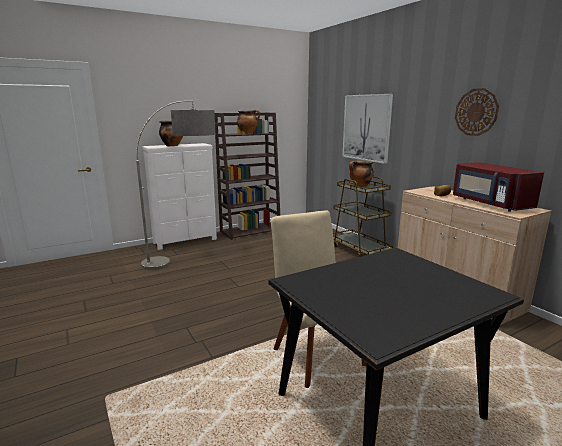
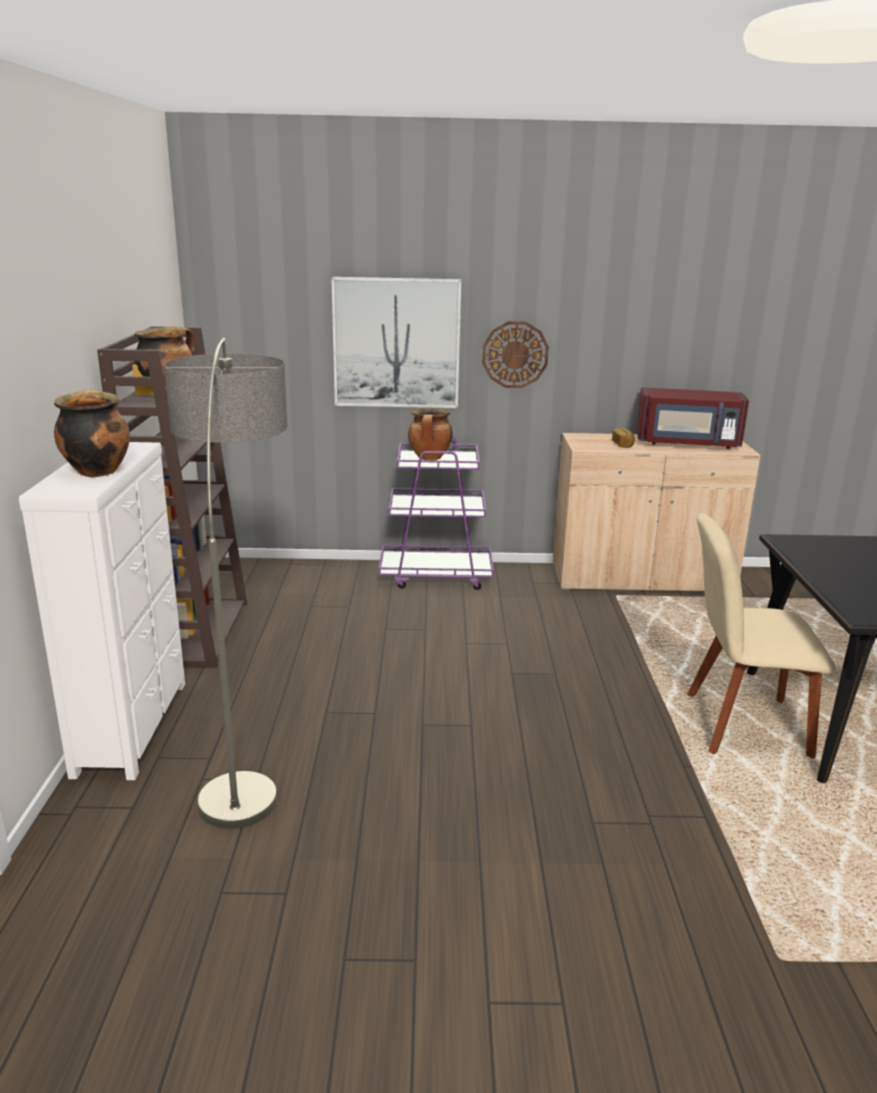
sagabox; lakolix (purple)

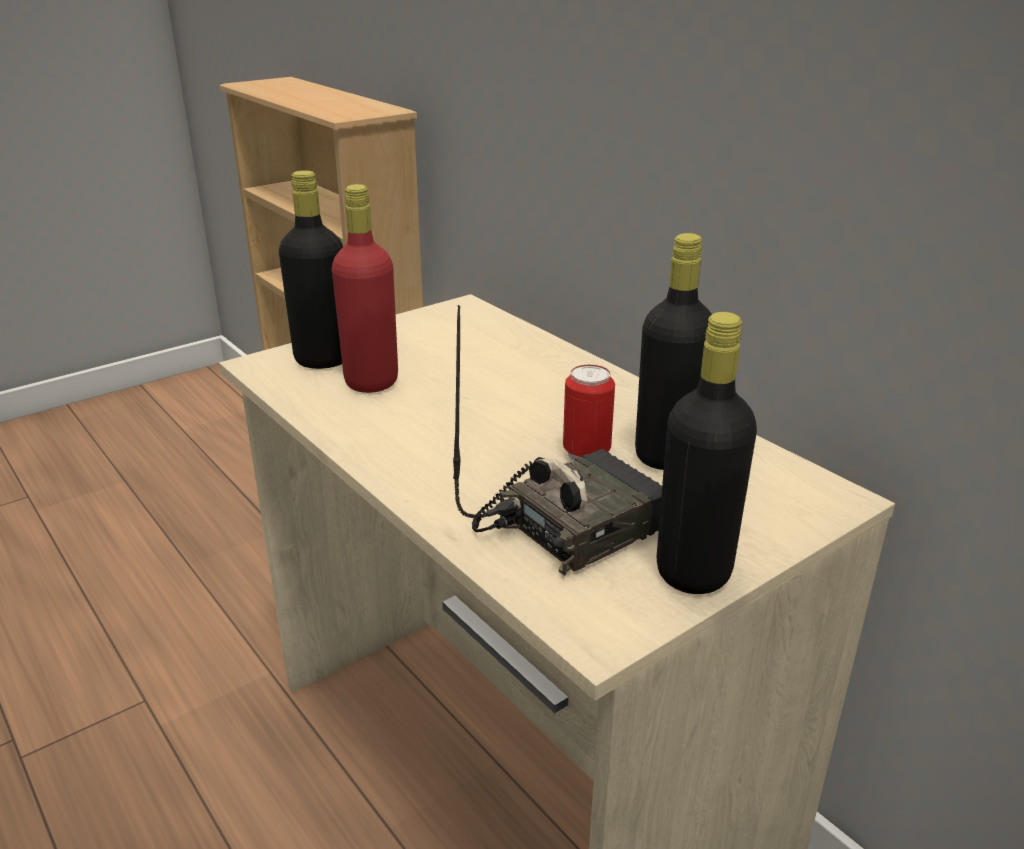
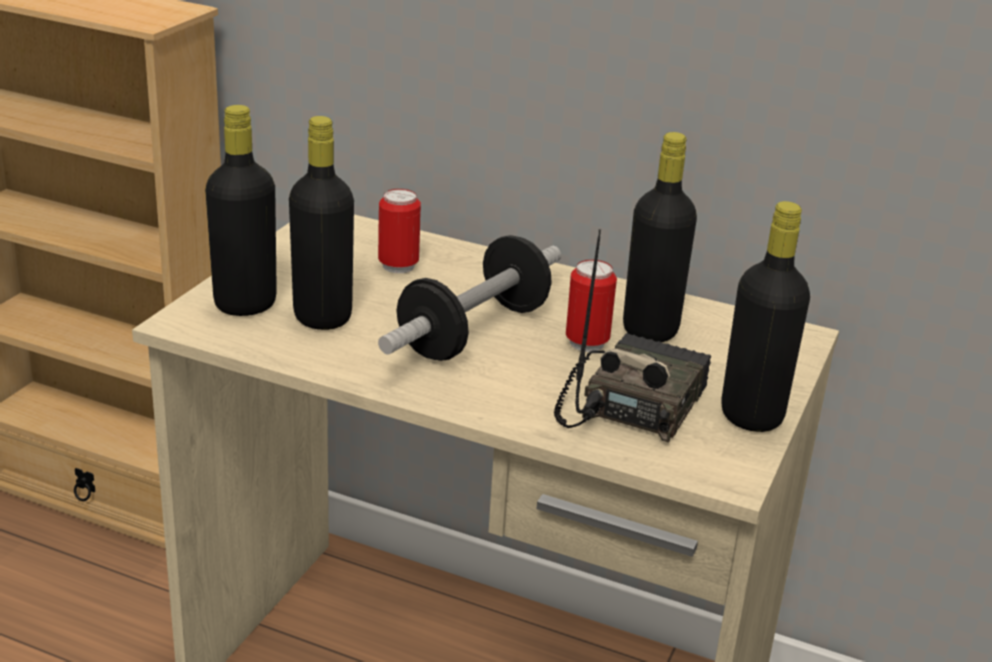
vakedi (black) (2nd from left); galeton (1st from left); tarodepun

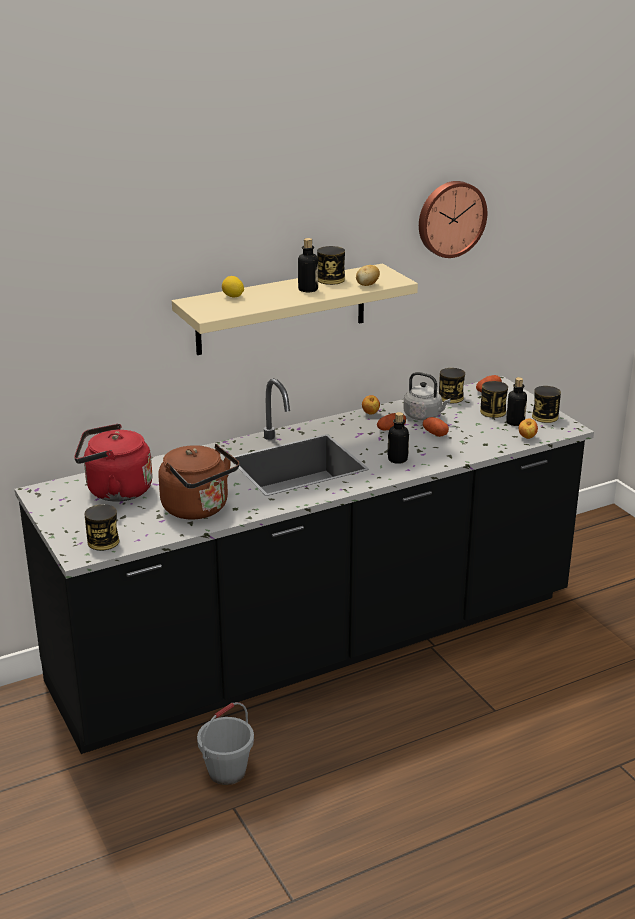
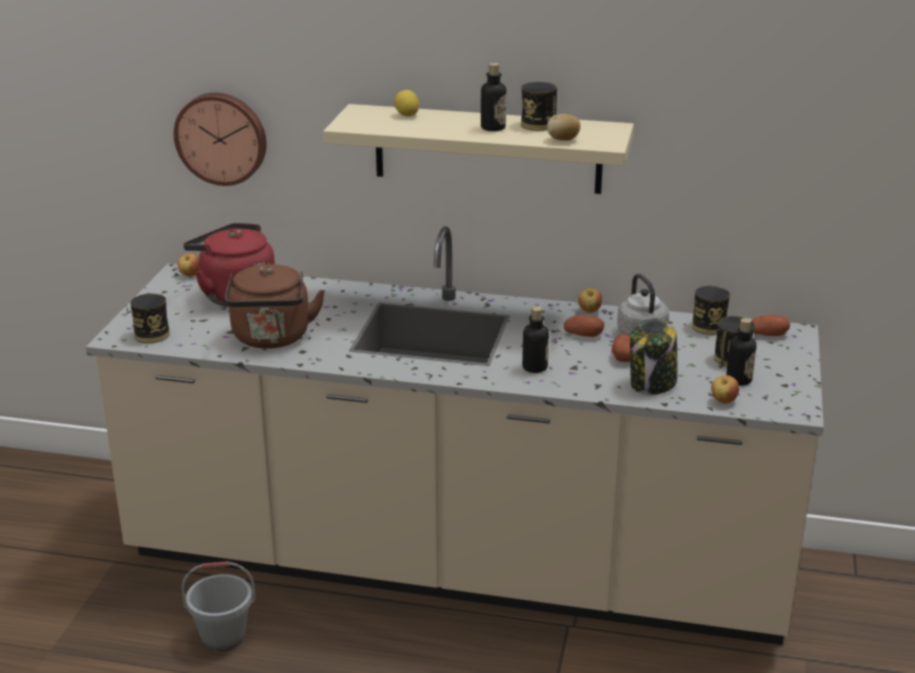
sagabox; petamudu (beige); galeton (5th from left in the first image); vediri (1st from left); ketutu

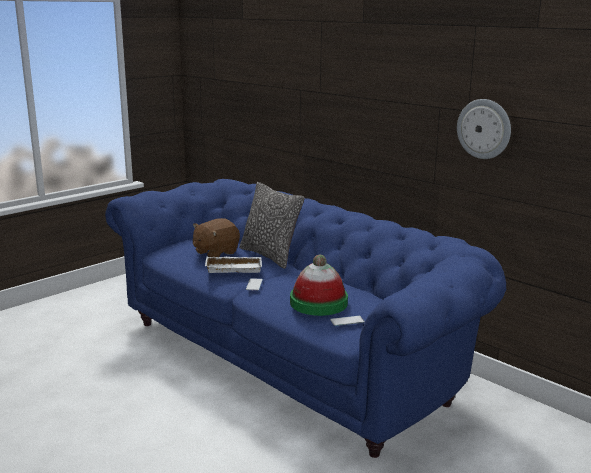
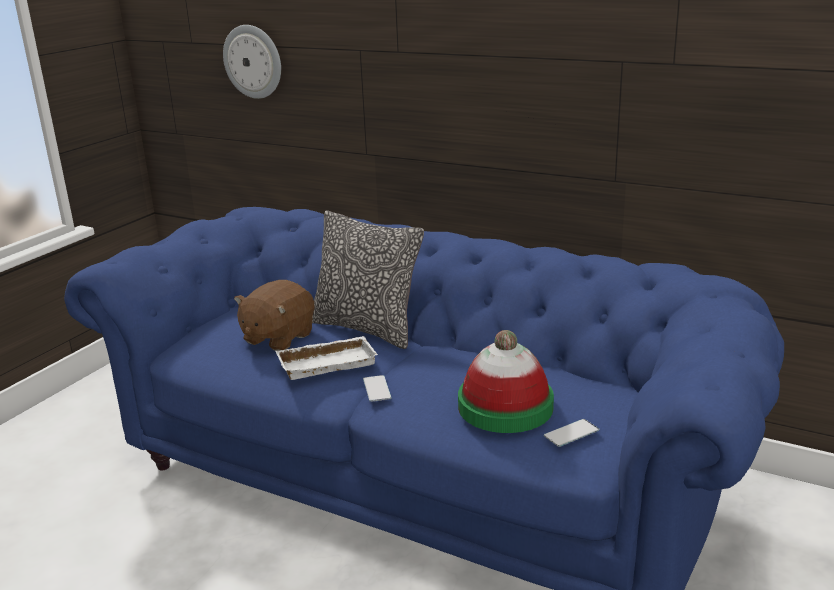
sagabox

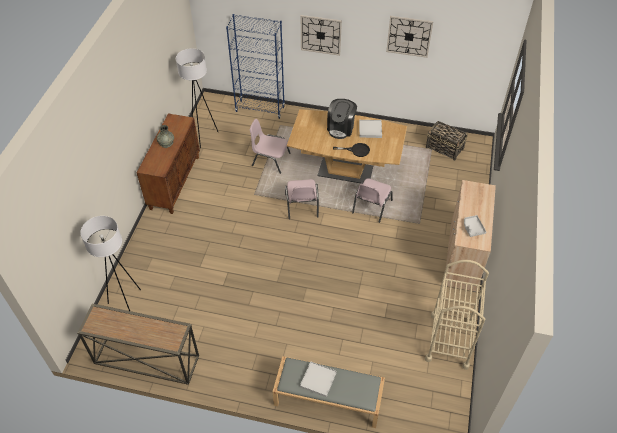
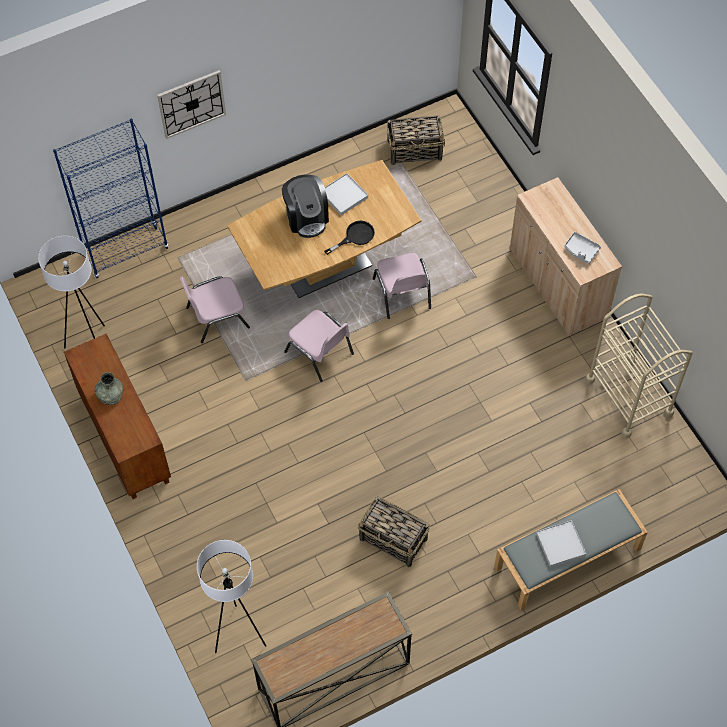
sagabox (2nd from left in the first image); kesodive (1st from left)

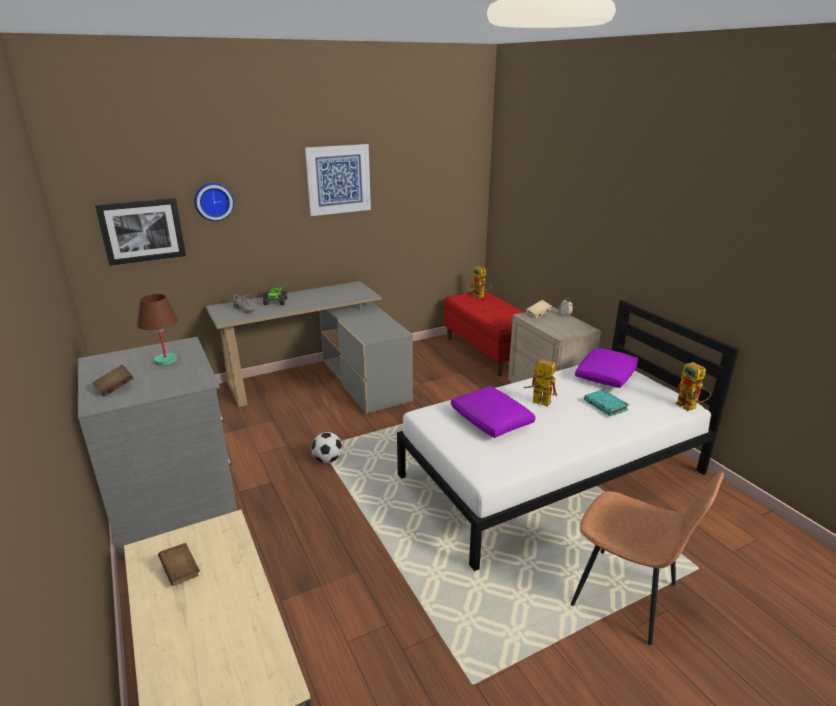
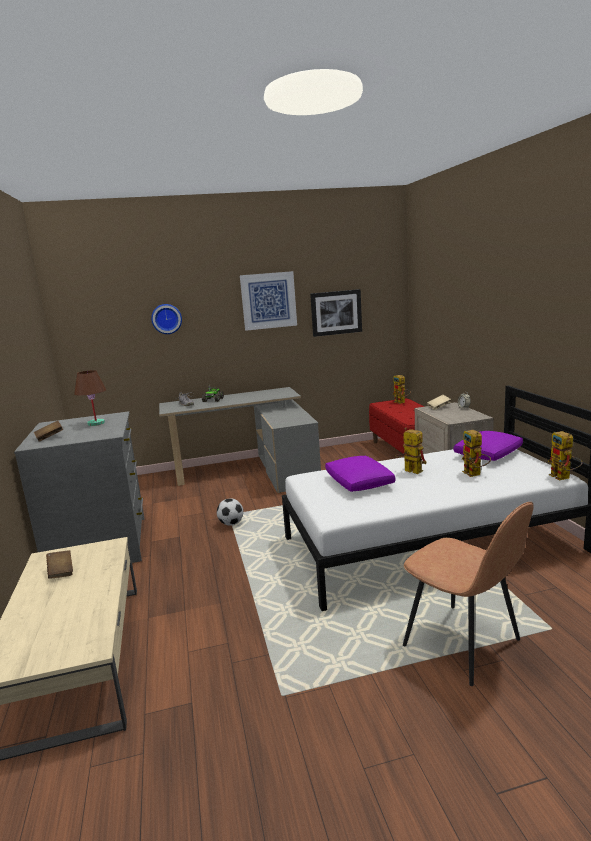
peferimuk (2nd from left); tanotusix (3rd from left)

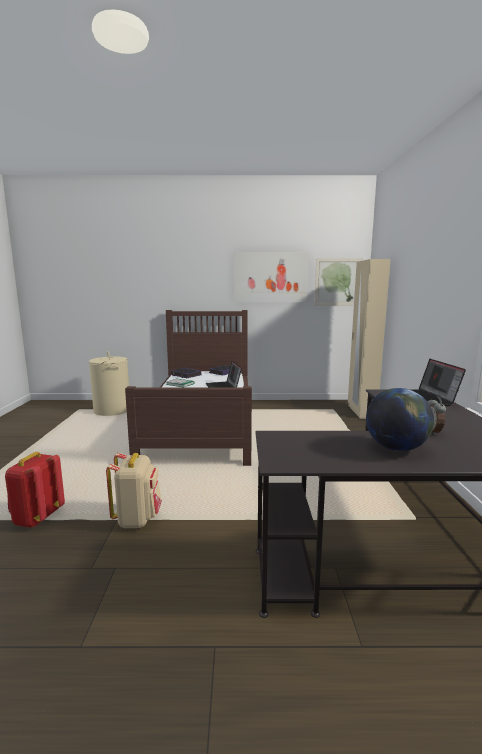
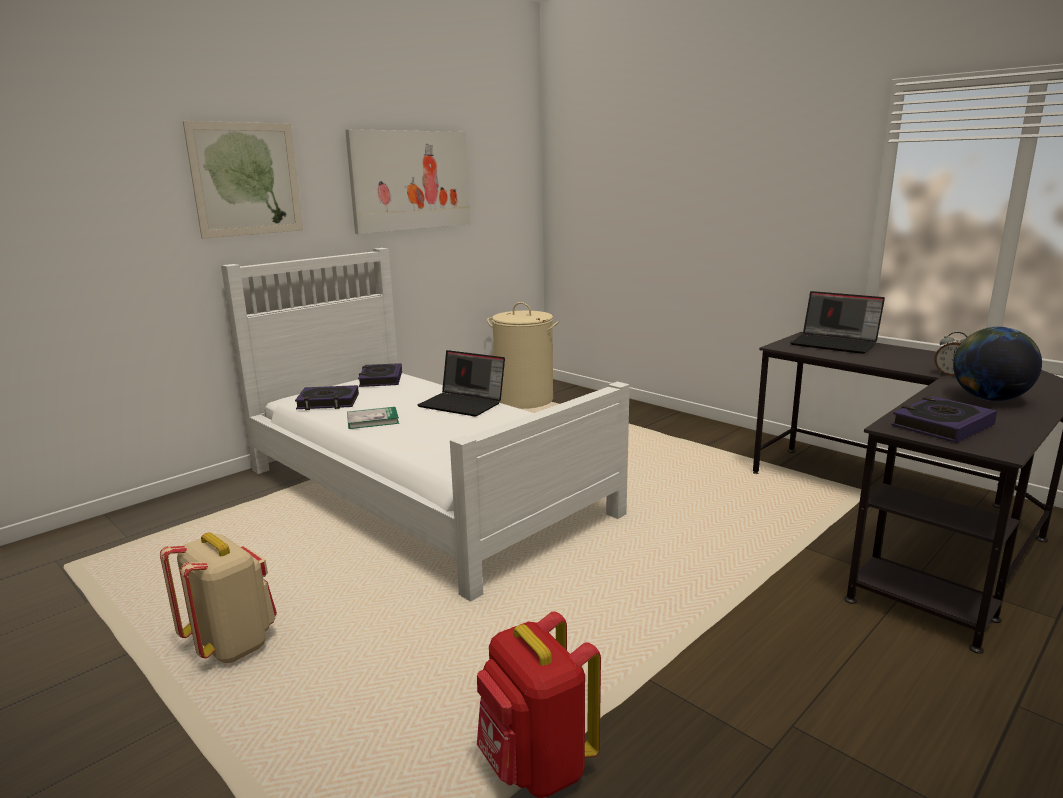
peferimuk (1st from left); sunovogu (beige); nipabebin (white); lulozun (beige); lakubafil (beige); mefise (4th from left)

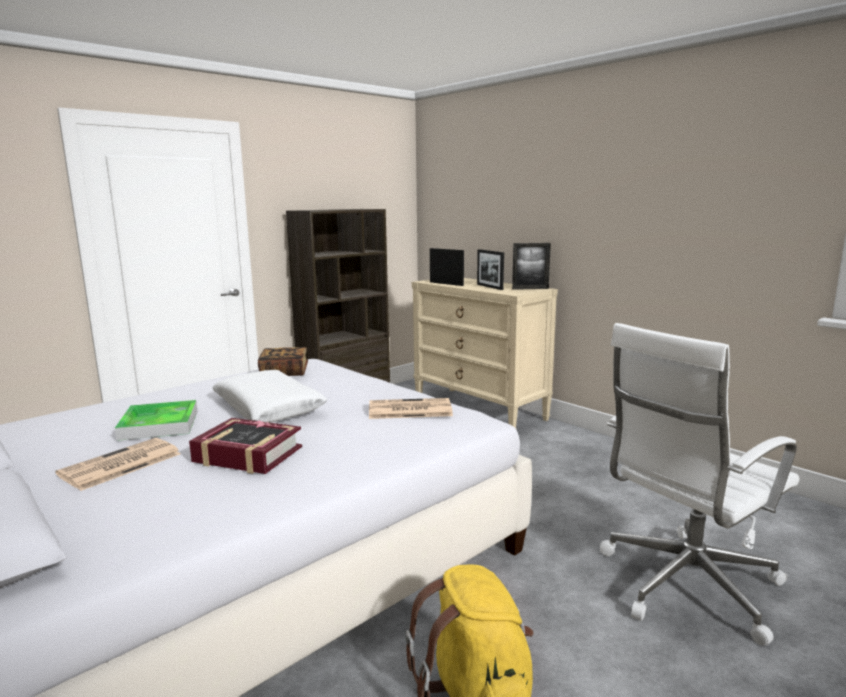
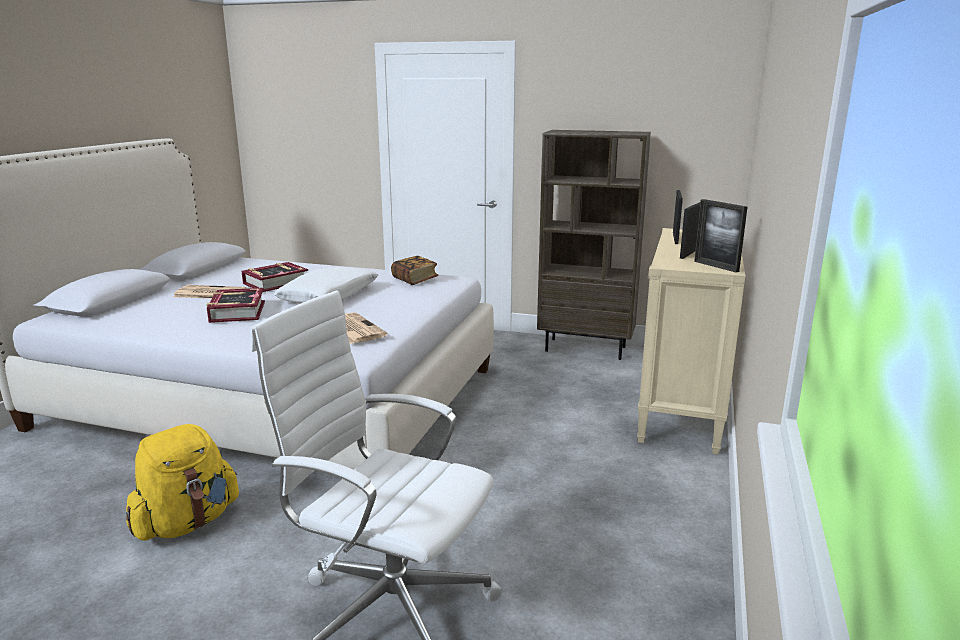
mefise (2nd from left)

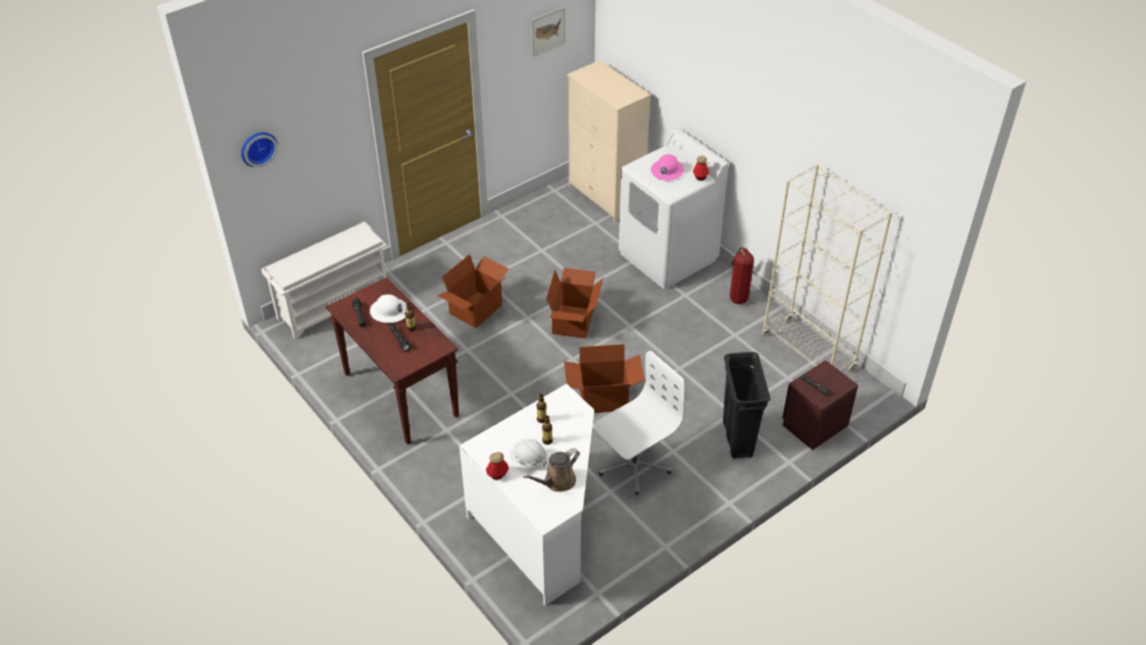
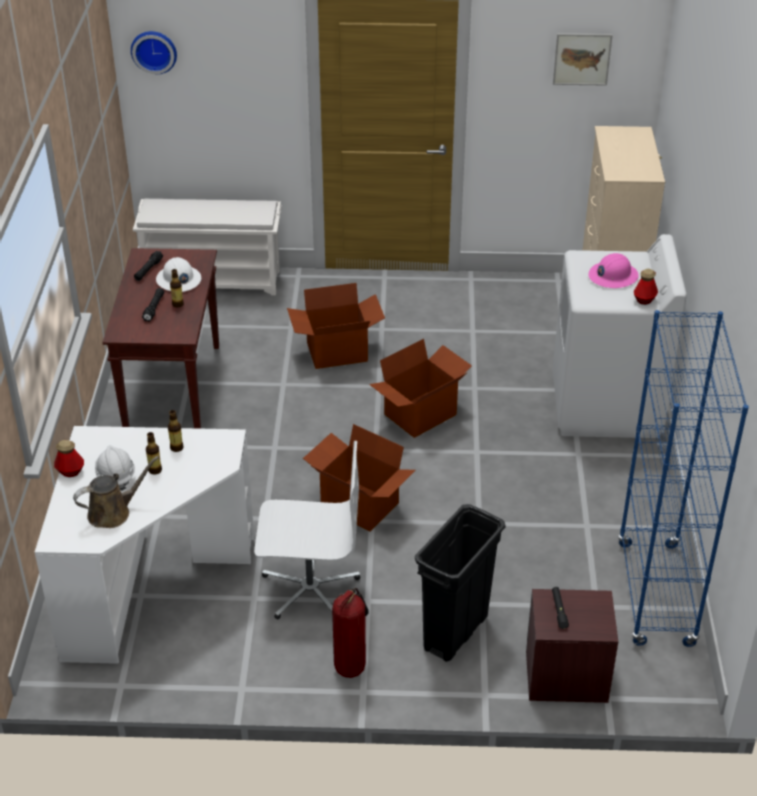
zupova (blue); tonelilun; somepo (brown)

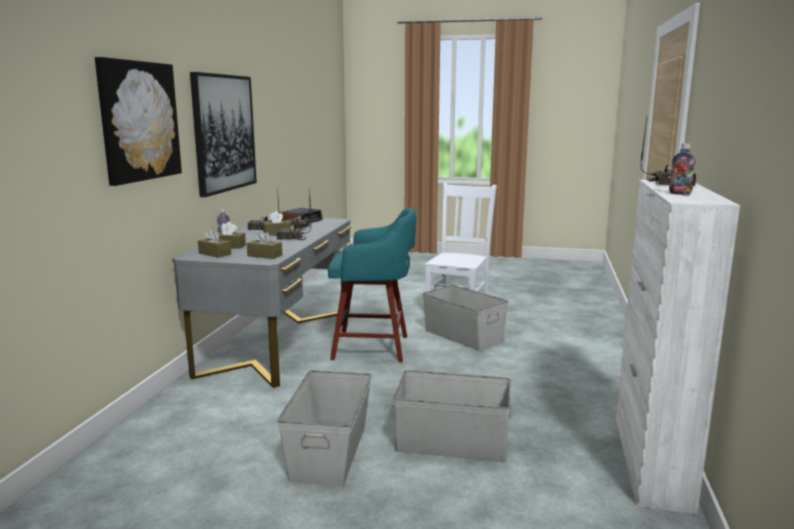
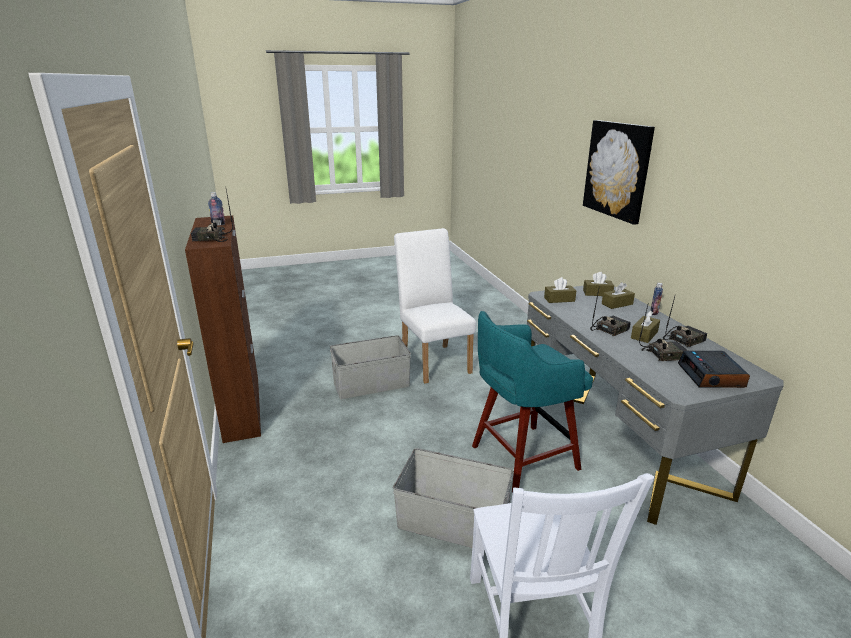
peferimuk (2nd from left in the first image); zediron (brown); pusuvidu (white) (1st from left)

